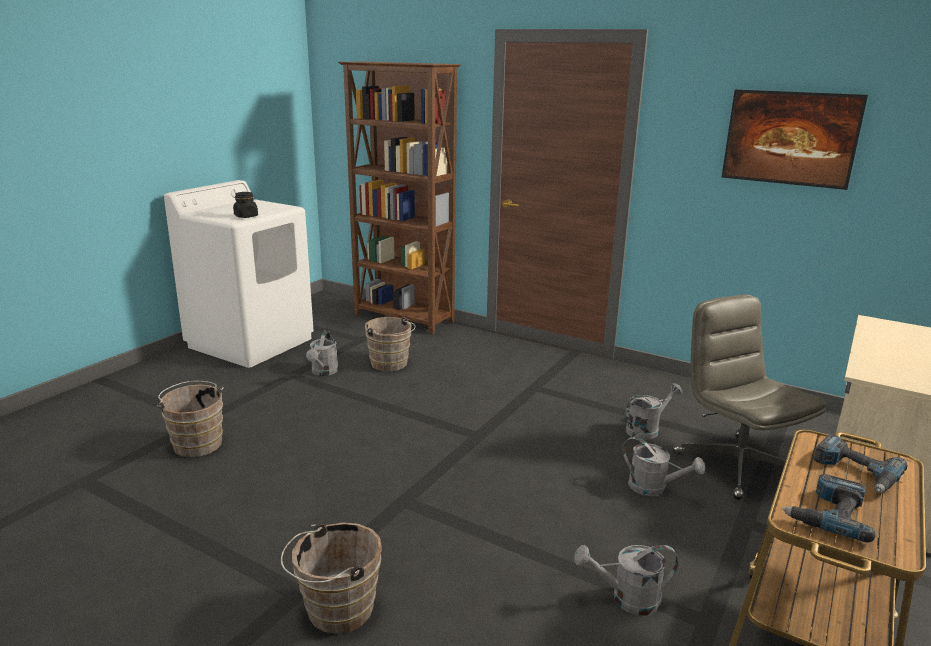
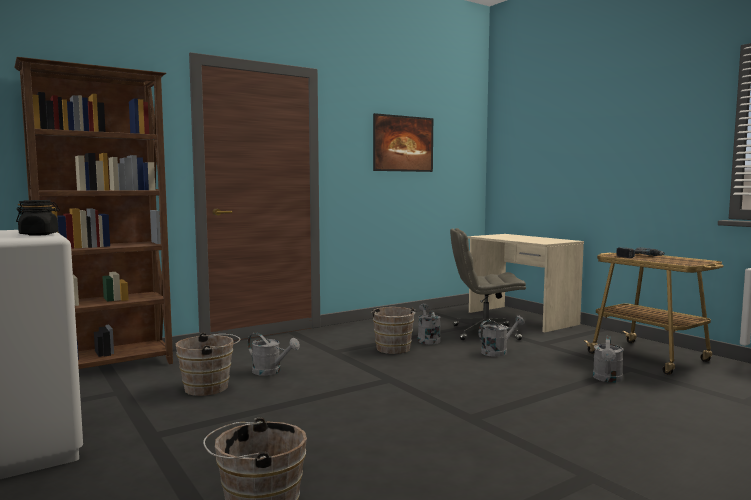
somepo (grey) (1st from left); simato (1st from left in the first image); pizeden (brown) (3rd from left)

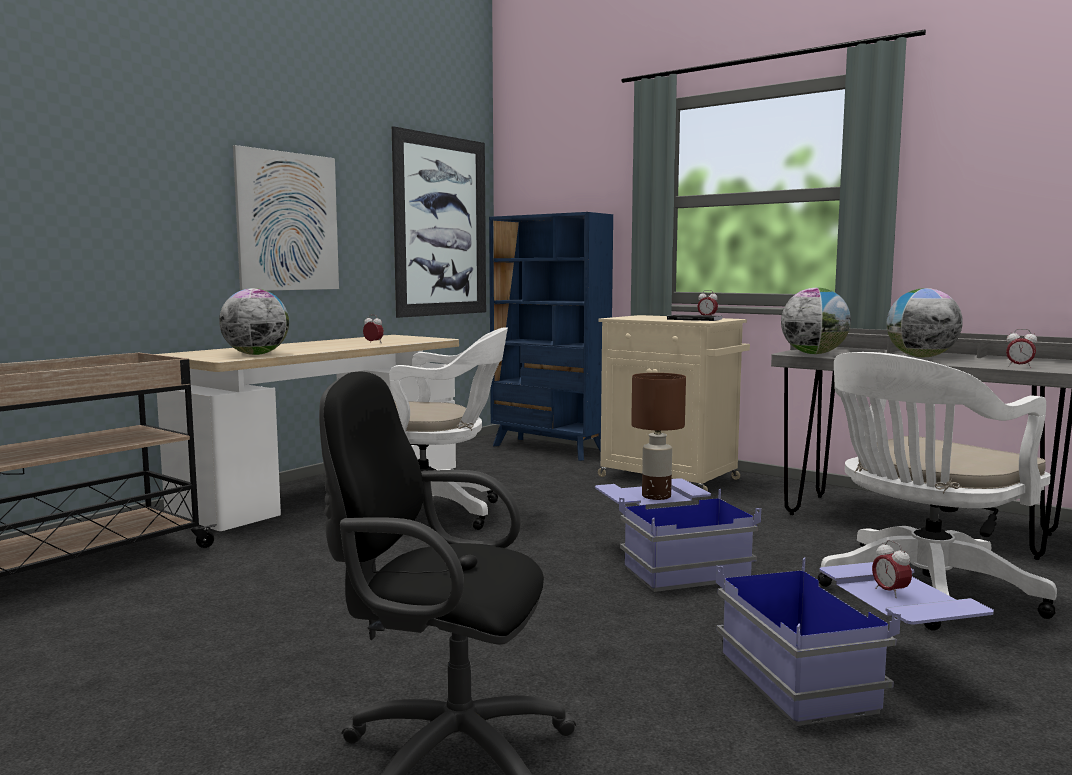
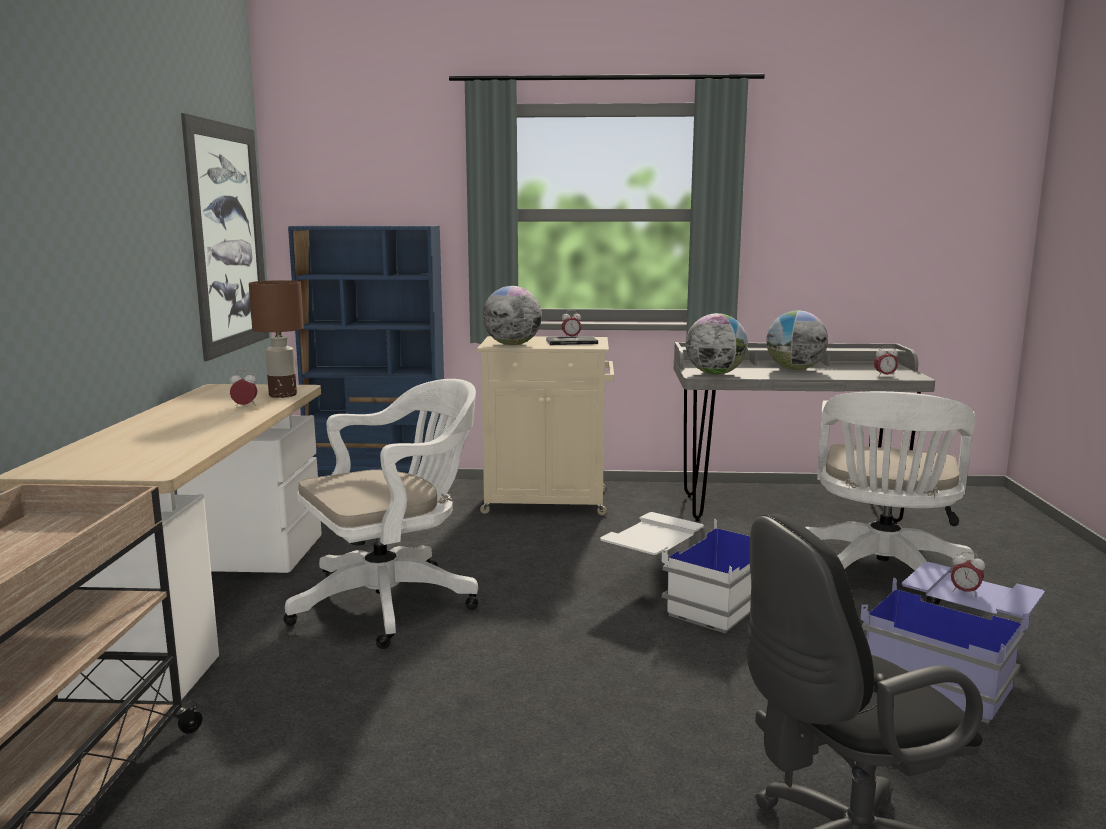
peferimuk (1st from left in the first image); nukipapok (1st from left); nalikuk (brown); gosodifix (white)

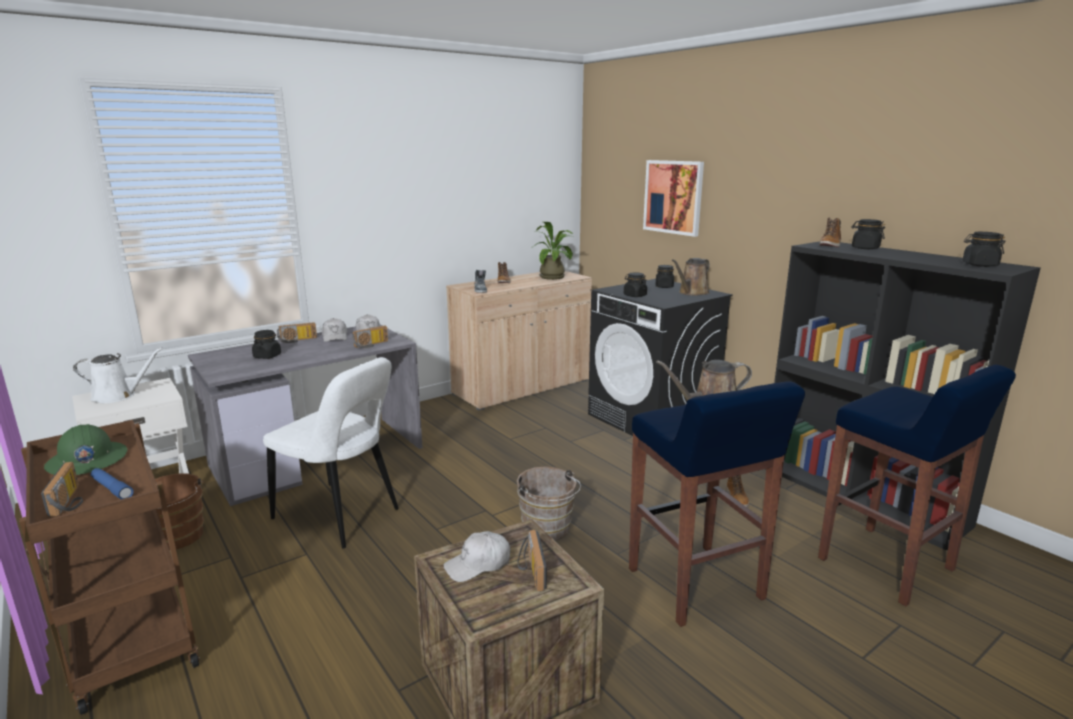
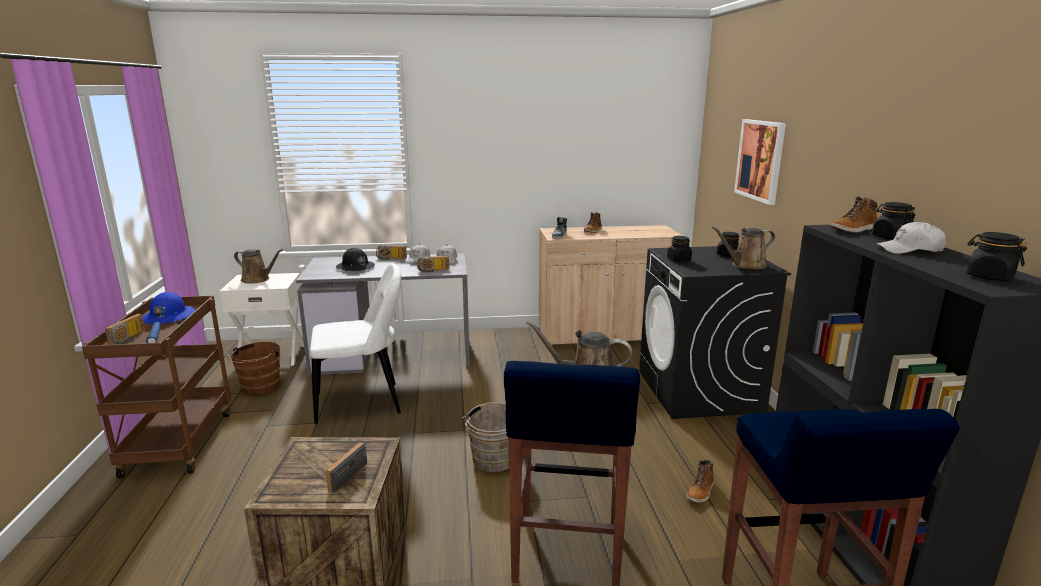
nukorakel; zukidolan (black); somepo (brown) (1st from left); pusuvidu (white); zukidolan (blue); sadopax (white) (3rd from left)

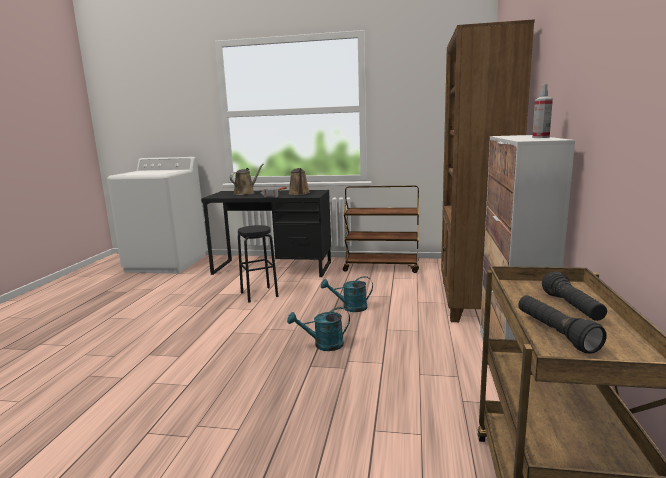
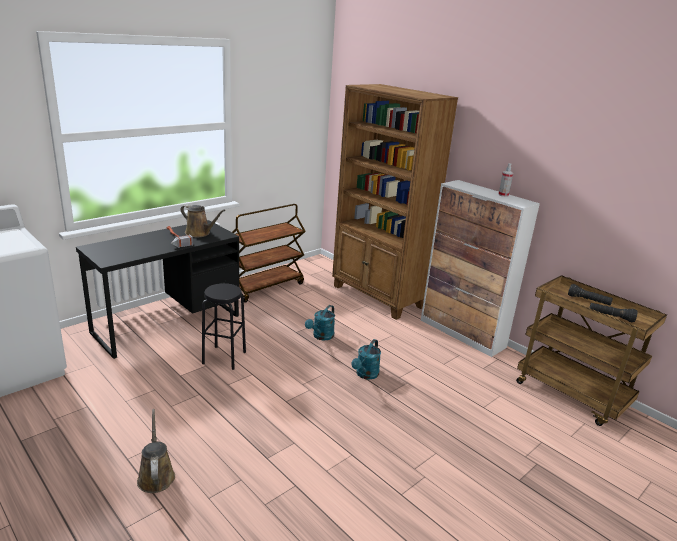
somepo (brown) (1st from left)

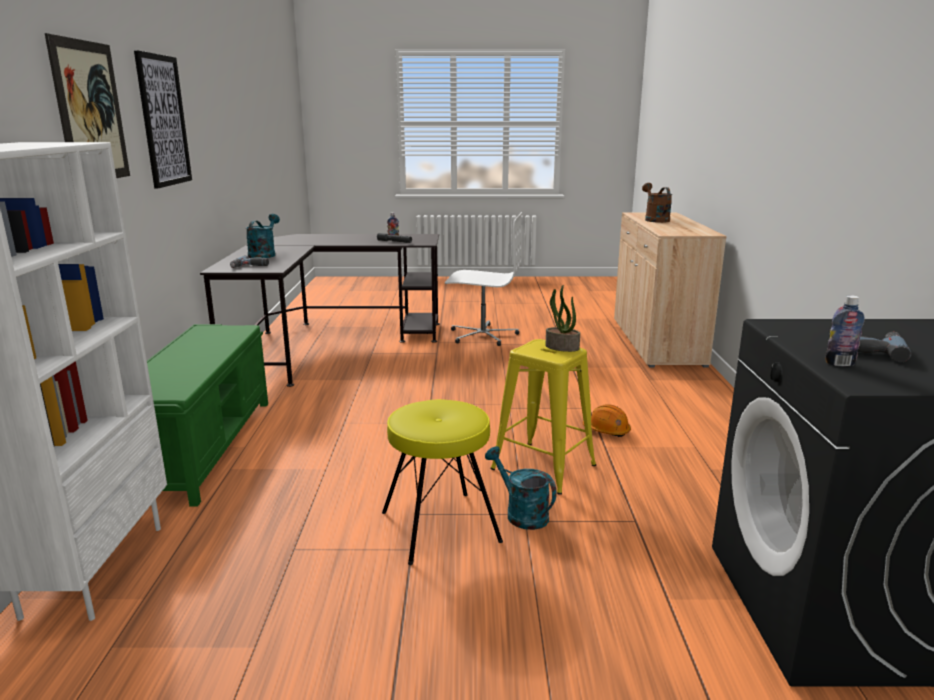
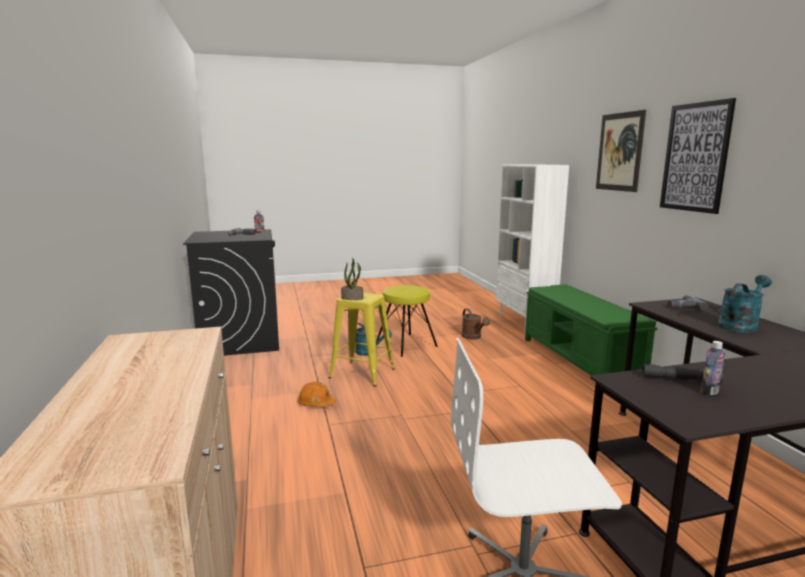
somepo (brown); somepo (turquoise) (2nd from left)

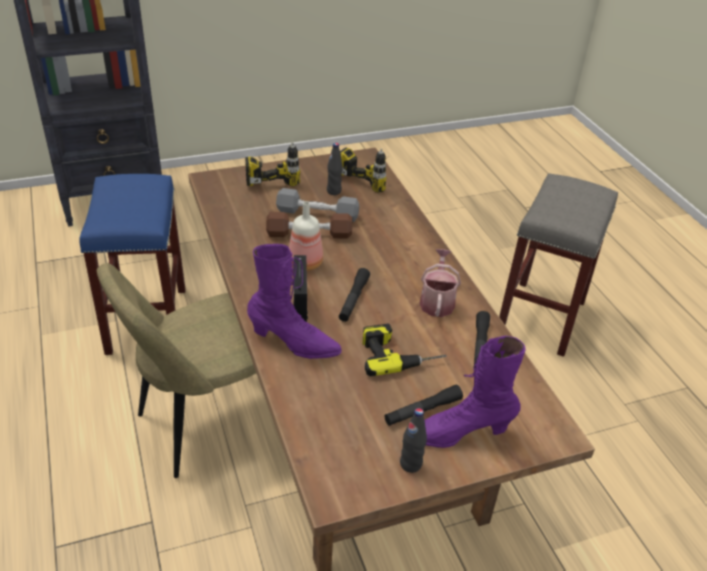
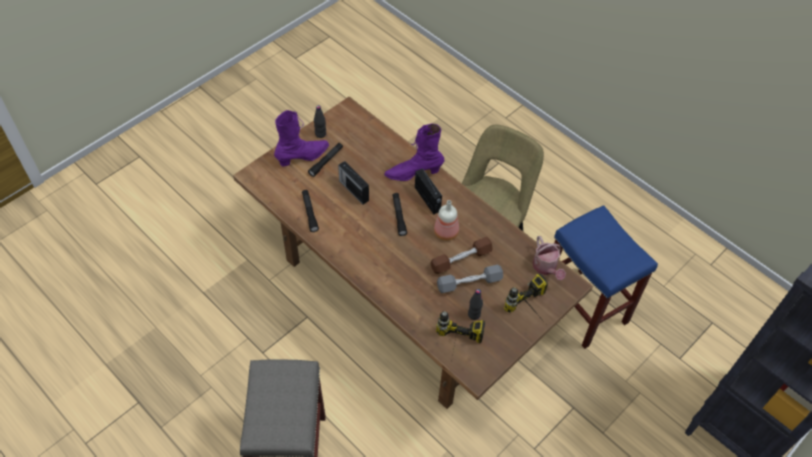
somepo; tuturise (1st from left)

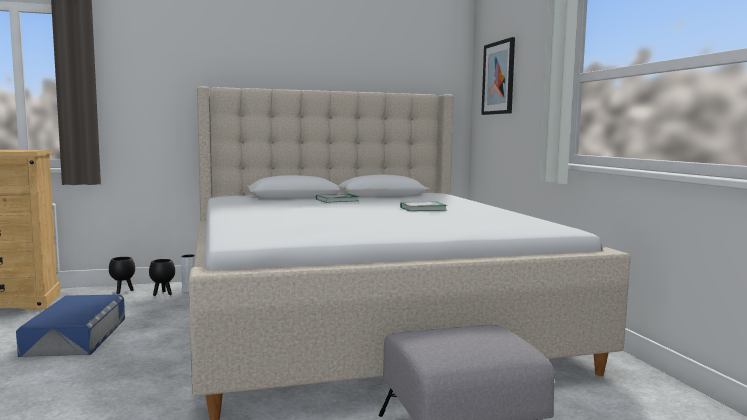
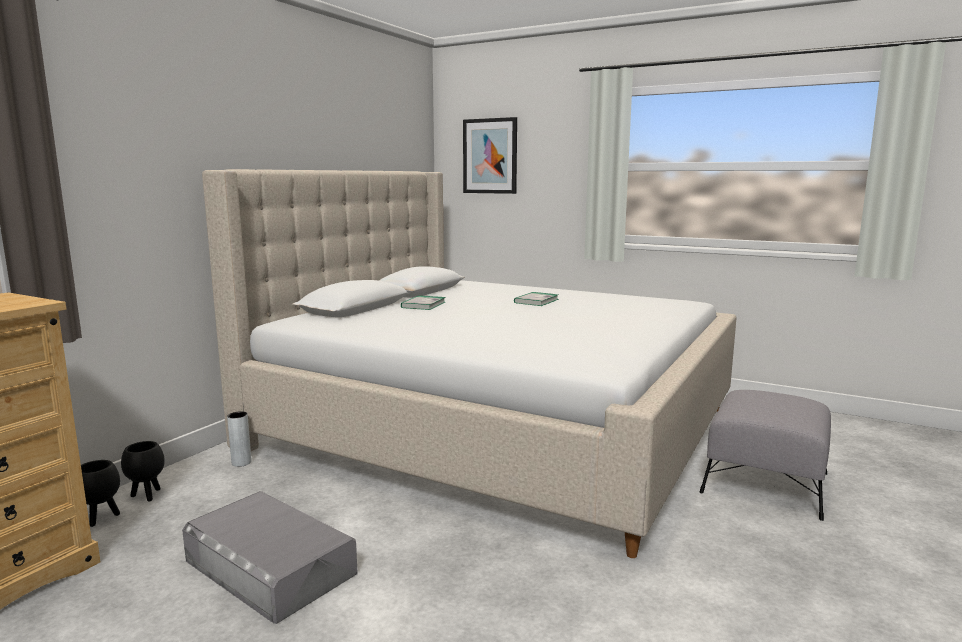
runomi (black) (1st from left); gosodifix (grey)

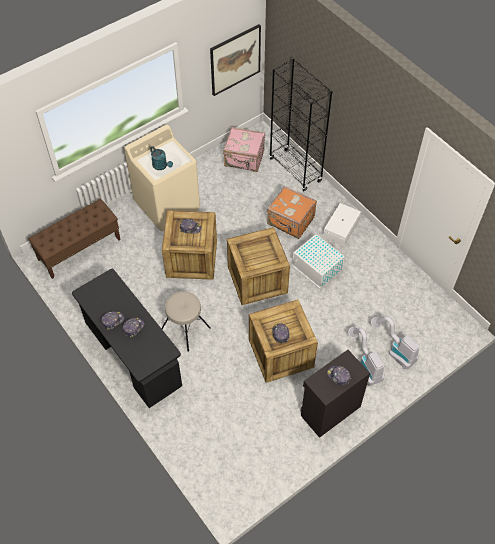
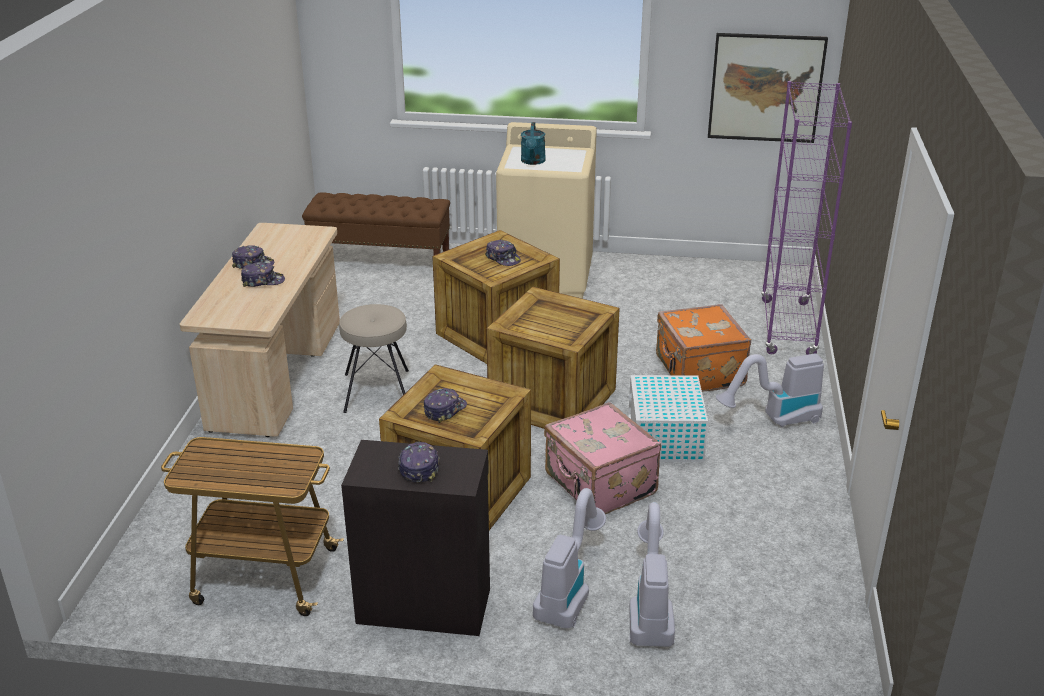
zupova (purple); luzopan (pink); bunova (3rd from left); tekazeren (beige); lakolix

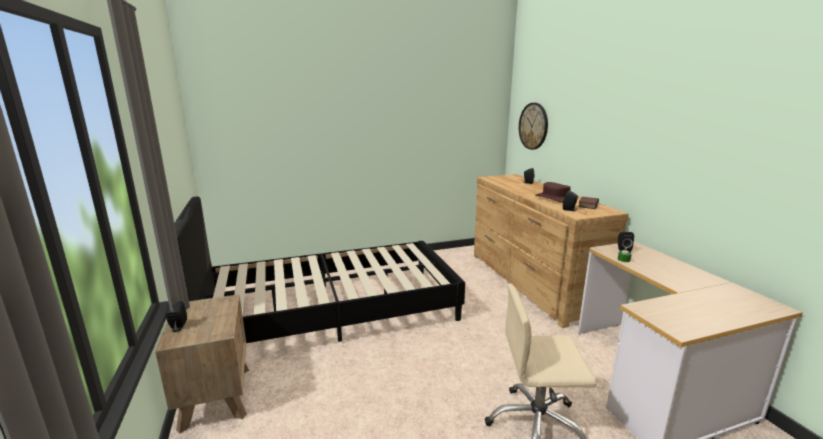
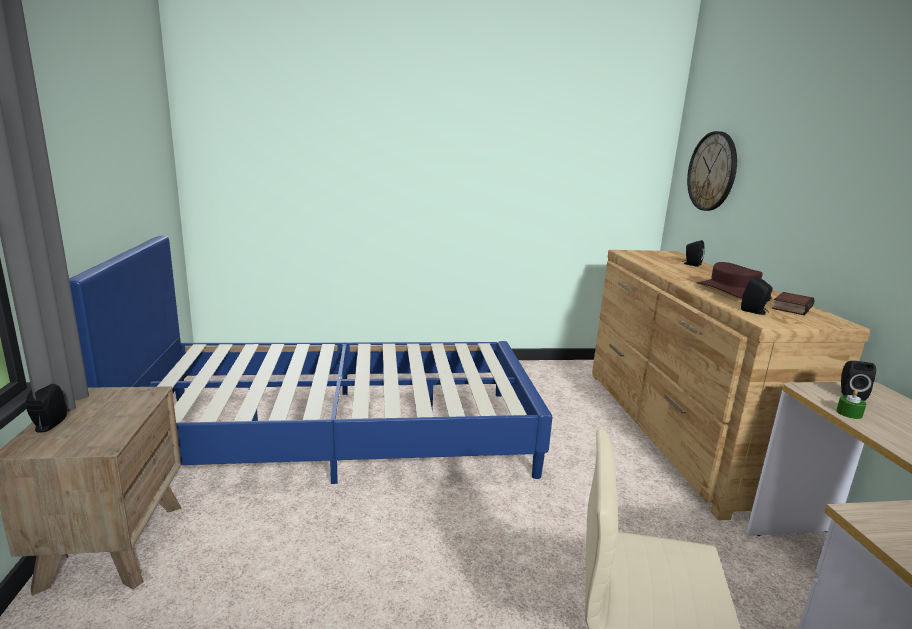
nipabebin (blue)

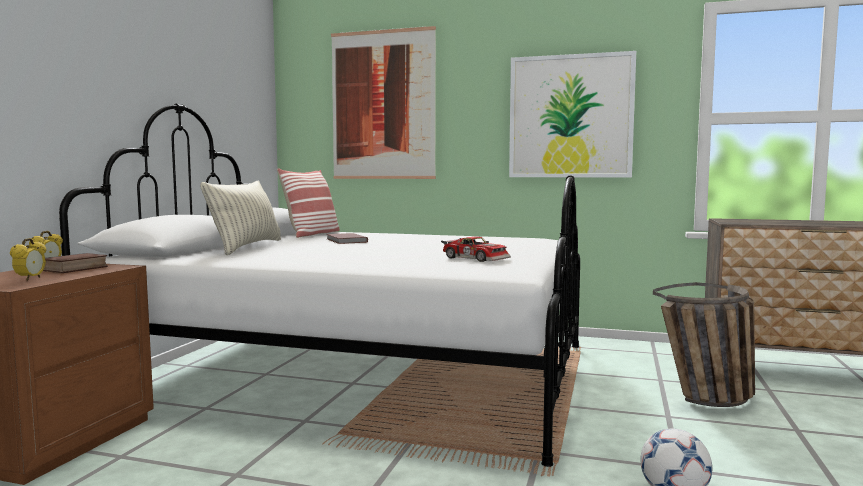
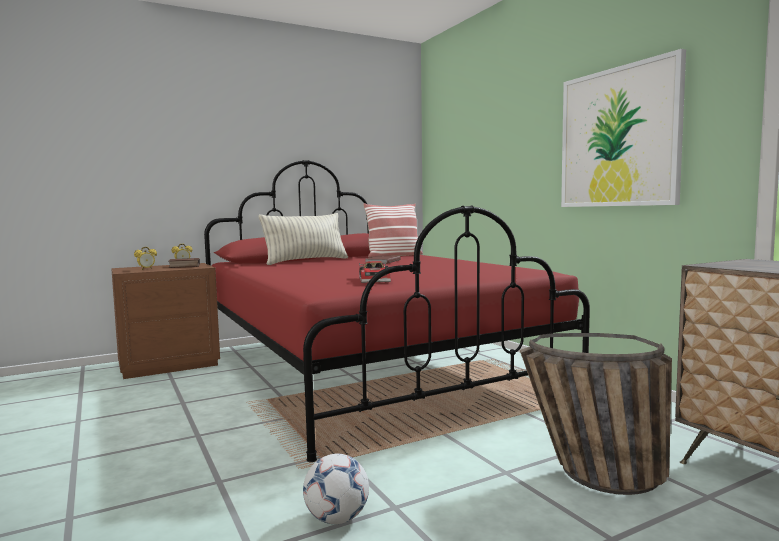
peferimuk (1st from left in the first image); nipabebin (red)

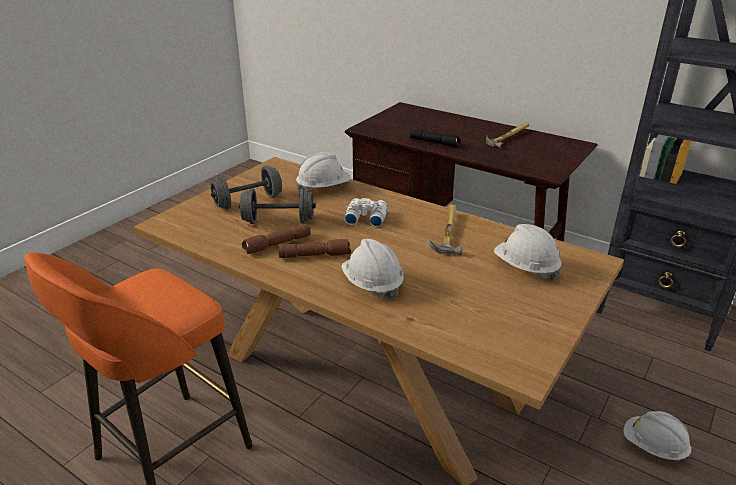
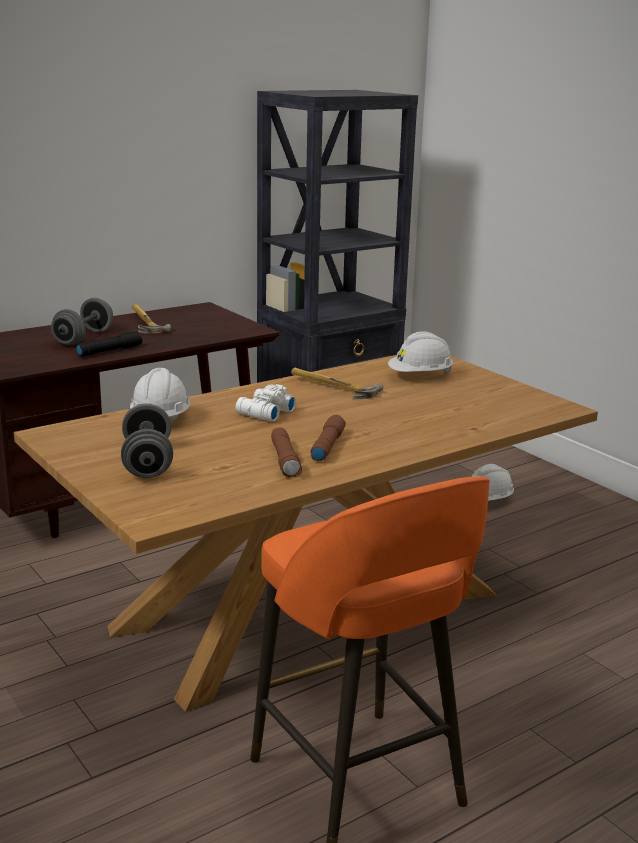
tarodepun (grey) (1st from left); zukidolan (white) (2nd from left in the first image)

